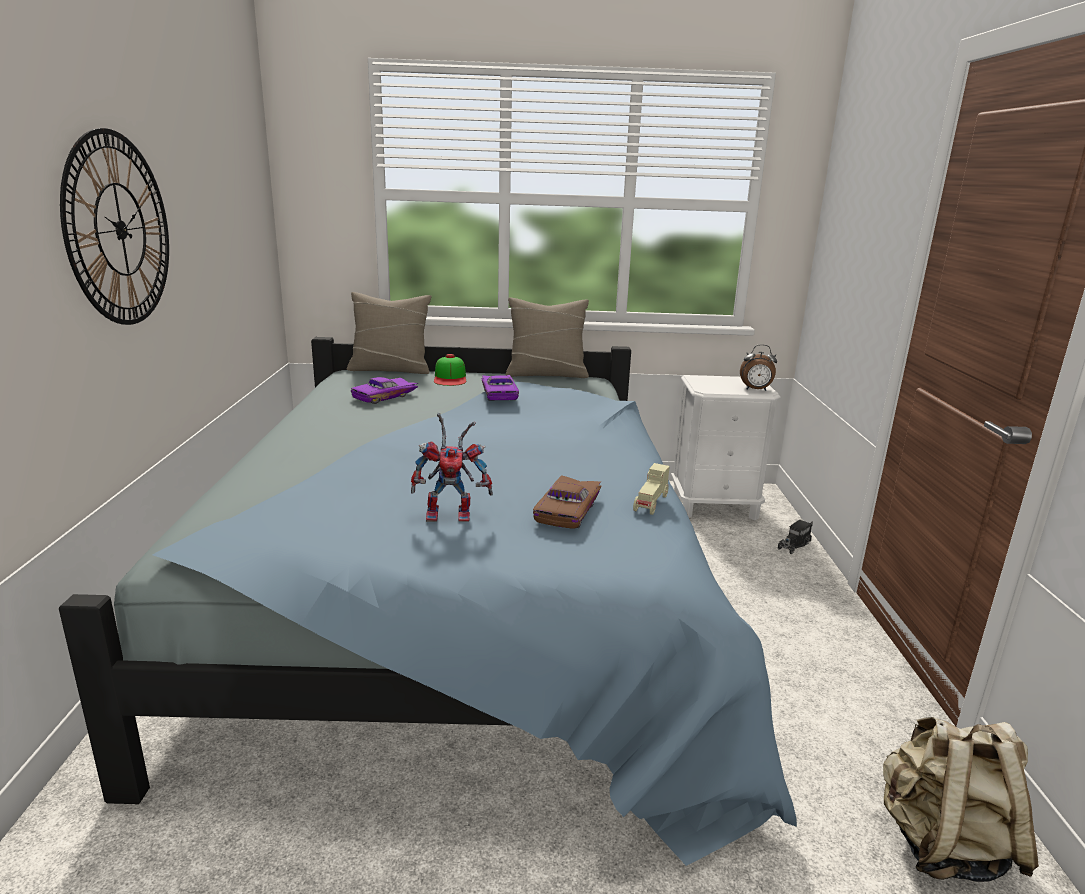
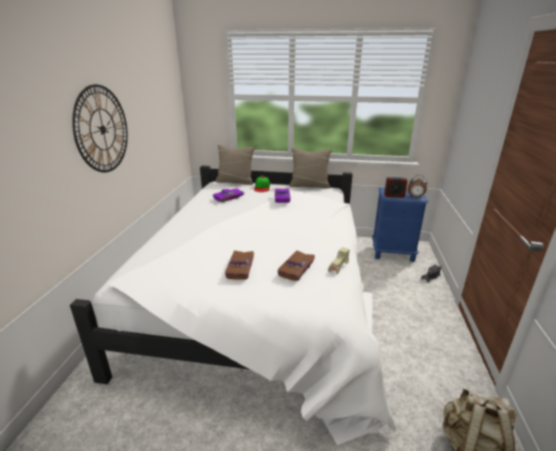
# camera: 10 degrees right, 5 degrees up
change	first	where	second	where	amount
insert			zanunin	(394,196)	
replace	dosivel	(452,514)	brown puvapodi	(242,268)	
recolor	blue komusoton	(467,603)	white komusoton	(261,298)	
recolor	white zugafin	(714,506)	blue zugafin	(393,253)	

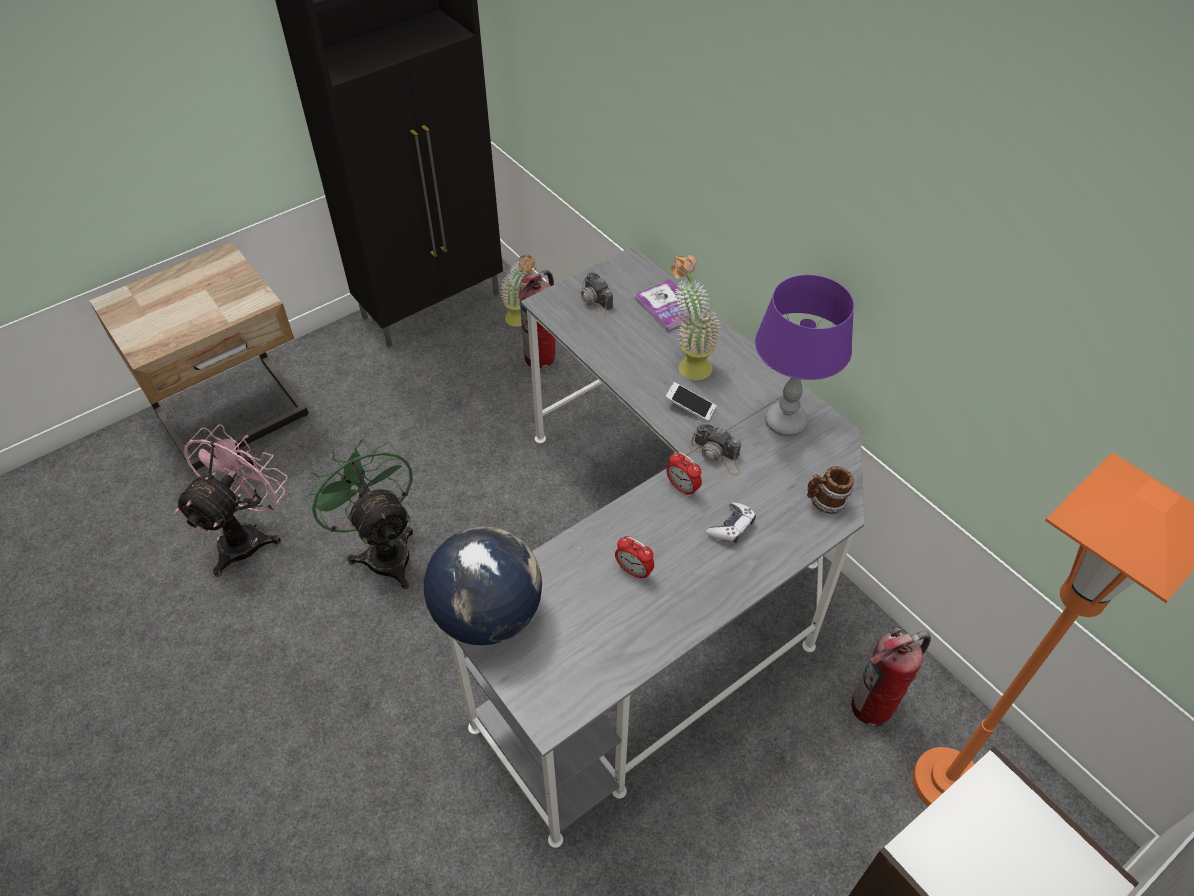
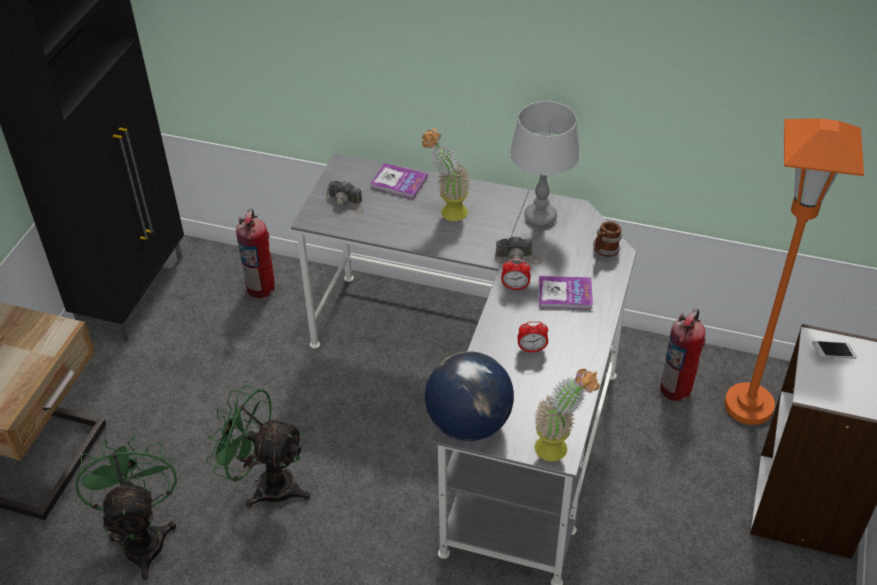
# camera: 35 degrees left, 5 degrees down
change	first	where	second	where	amount
move	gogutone	(522,321)		(560,448)	
move	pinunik	(690,407)		(832,354)	
replace	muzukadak	(731,527)	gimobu	(565,294)	
recolor	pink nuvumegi	(248,535)	green nuvumegi	(143,537)	
recolor	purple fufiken	(785,421)	grey fufiken	(540,217)	

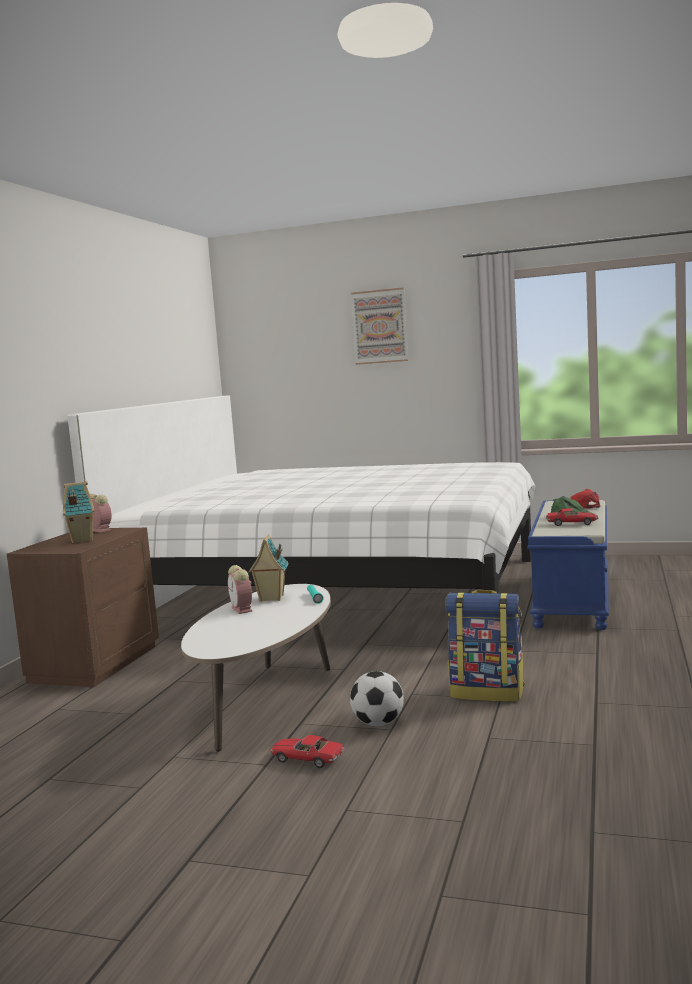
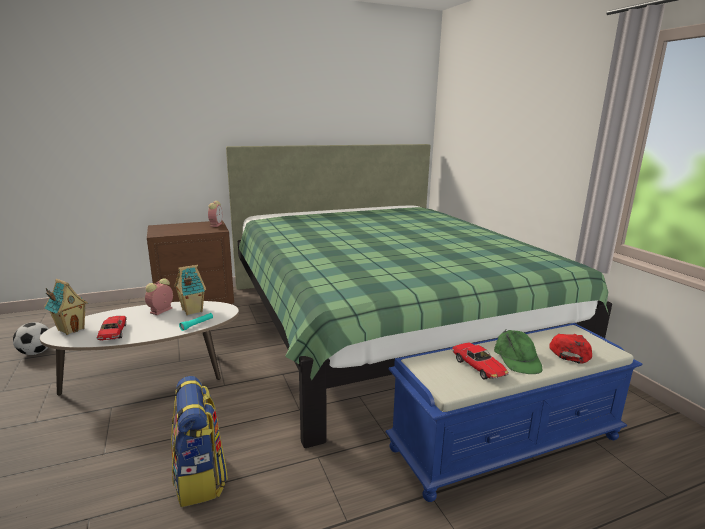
# camera: 50 degrees right, 10 degrees up
change	first	where	second	where	amount
delete	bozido	(380,326)			
move	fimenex	(81,540)		(71,329)	
move	puvapodi	(306,759)		(113,332)	
move	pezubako	(378,723)		(36,352)	
recolor	white komusoton	(338,594)	green komusoton	(383,323)	

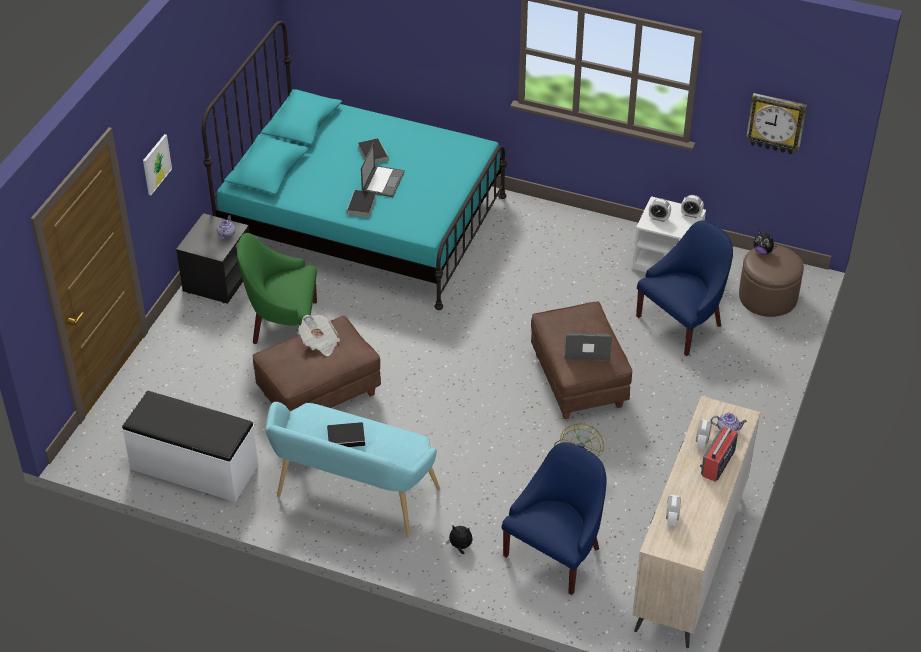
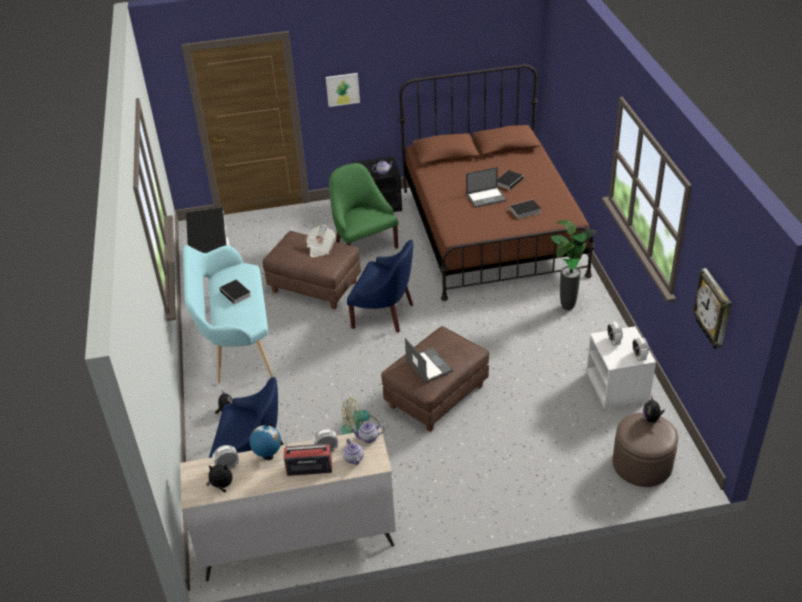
# camera: 60 degrees right, 5 degrees down
change	first	where	second	where	amount
insert			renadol	(222,486)	
insert			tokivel	(268,456)	
insert			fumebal	(368,438)	
insert			gogutone	(567,308)	
move	gimobu	(361,206)		(524,211)	
move	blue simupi	(682,322)		(385,314)	
recolor	turquoise komusoton	(362,222)	brown komusoton	(491,231)	

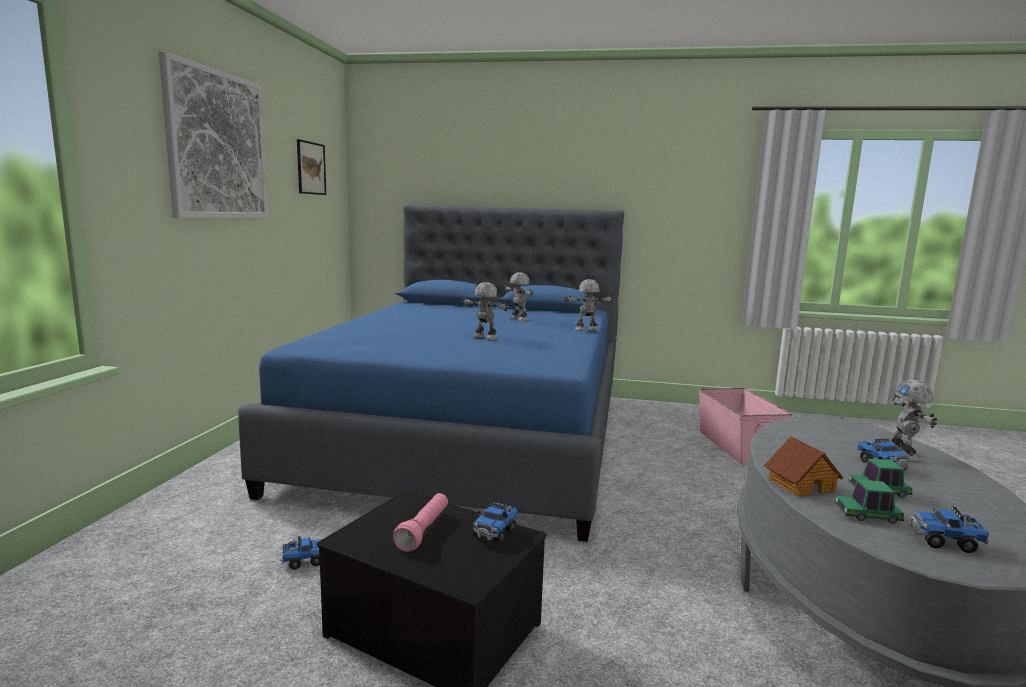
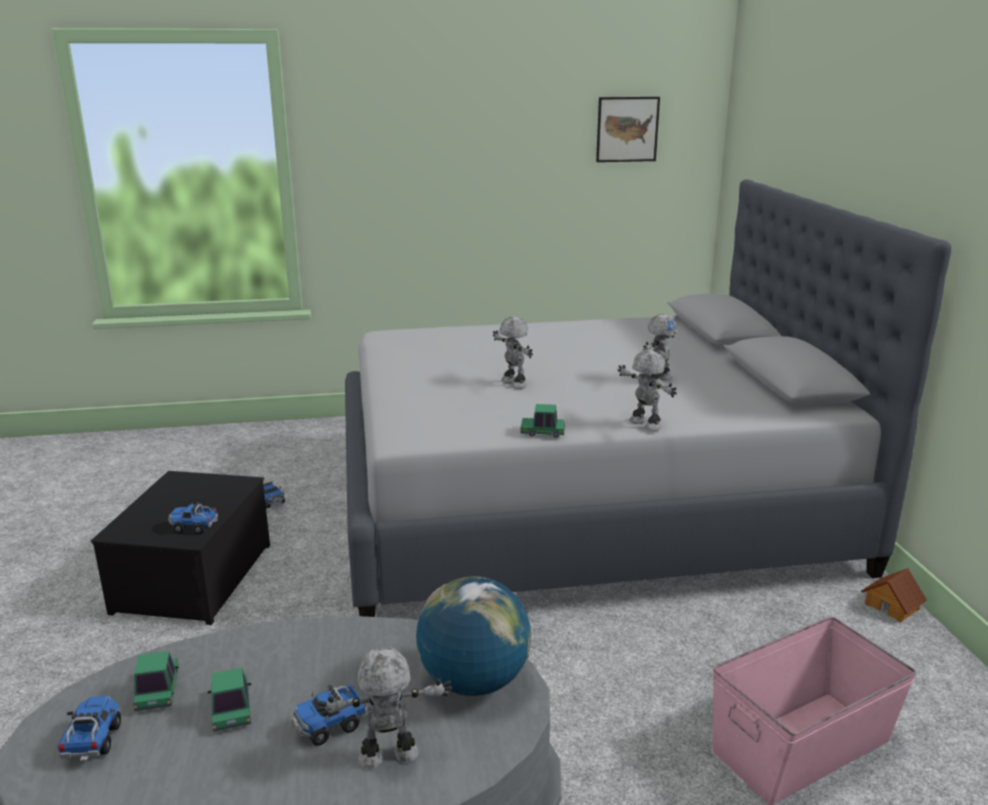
# camera: 70 degrees right, 10 degrees up
change	first	where	second	where	amount
delete	bozido	(217,145)			
delete	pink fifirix	(423,531)			
insert			tokivel	(474,682)	
insert			puvapodi	(542,432)	
move	fimenex	(800,485)		(892,606)	
recolor	blue komusoton	(471,436)	grey komusoton	(583,505)	
rotate	dosivel	(484,338)		(513,384)	45 degrees counterclockwise

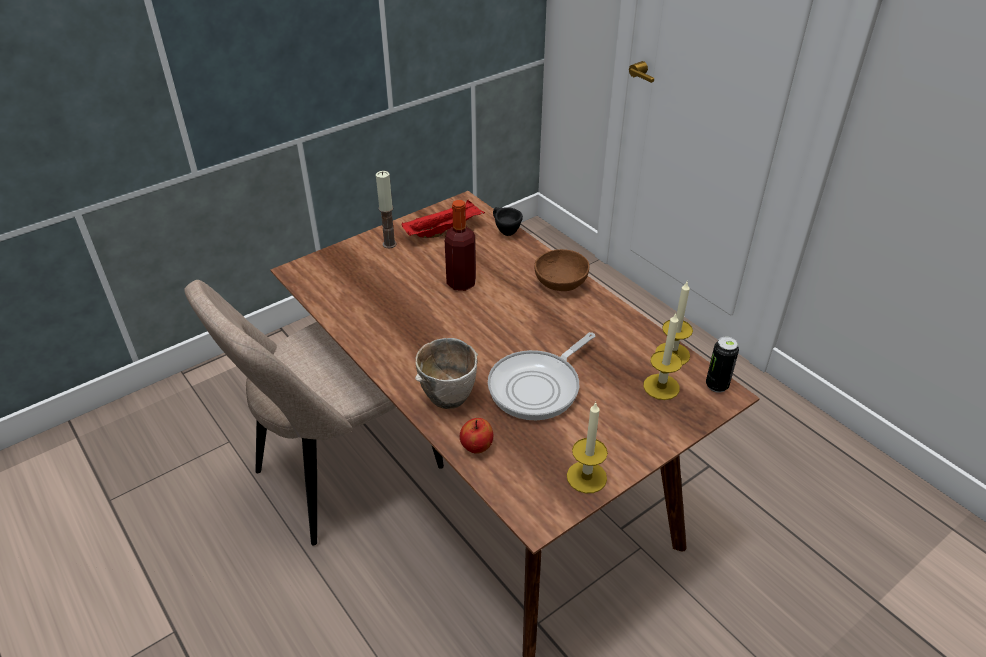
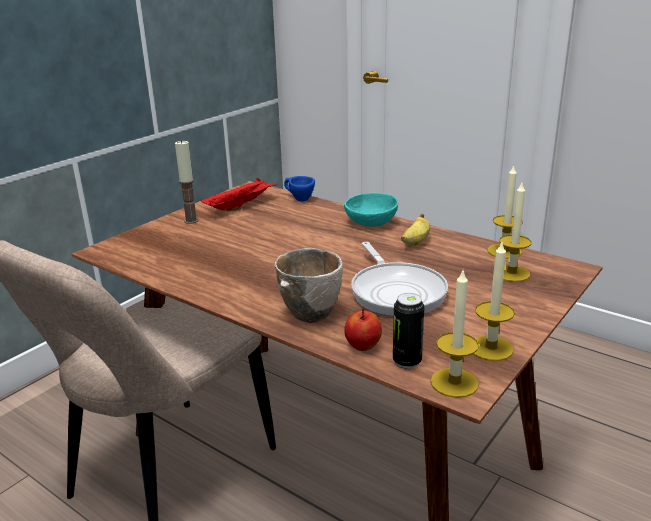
# camera: 15 degrees left, 15 degrees down
change	first	where	second	where	amount
delete	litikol	(461,283)			
insert			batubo	(415,243)	
insert			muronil	(454,382)	
move	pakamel	(716,385)		(407,361)	
recolor	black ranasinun	(505,231)	blue ranasinun	(298,199)	
recolor	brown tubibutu	(560,284)	turquoise tubibutu	(370,223)	
rotate	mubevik	(538,387)		(396,292)	45 degrees counterclockwise

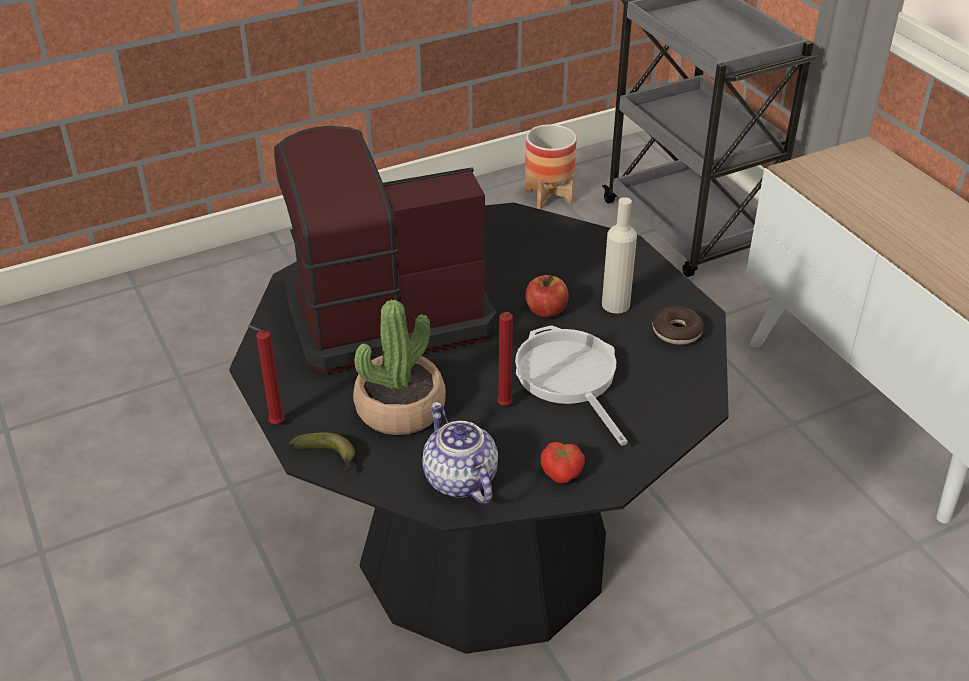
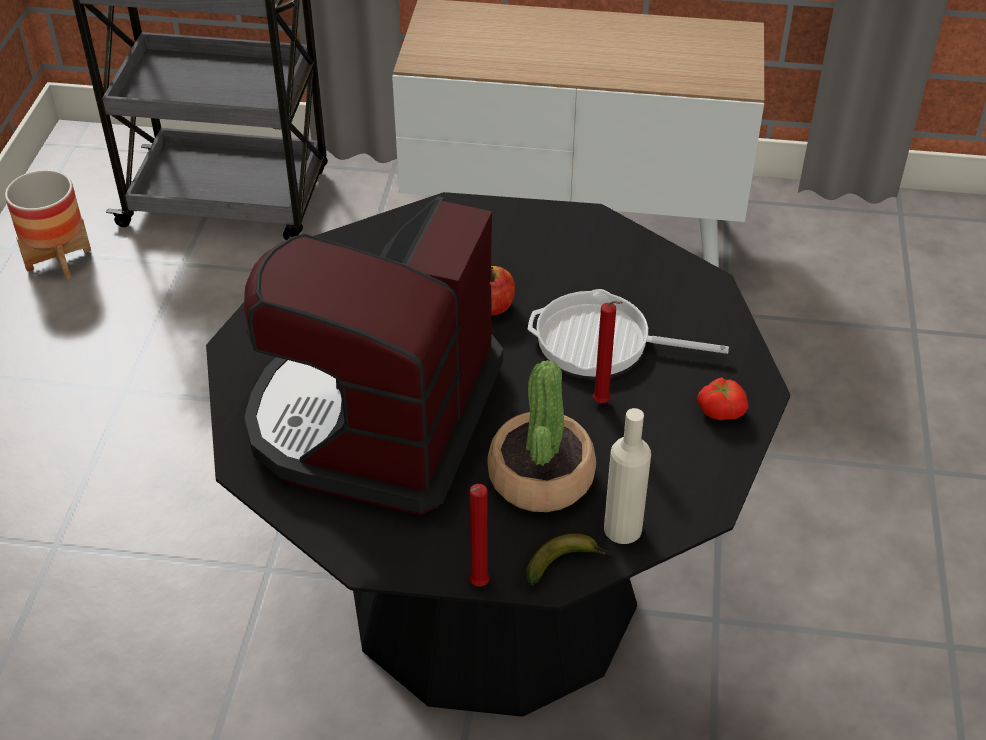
# camera: 55 degrees left, 5 degrees up
change	first	where	second	where	amount
delete	fumebal	(460,480)			
delete	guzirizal	(676,332)			
move	beige litikol	(615,304)		(622,528)	

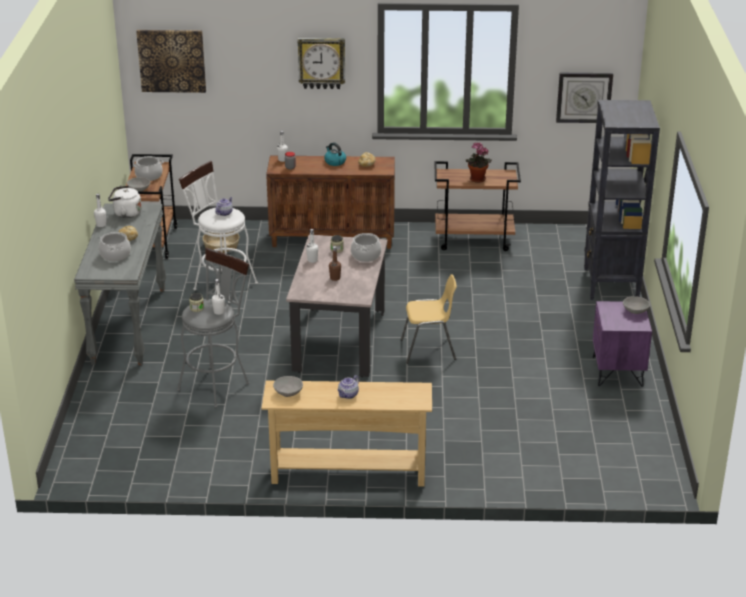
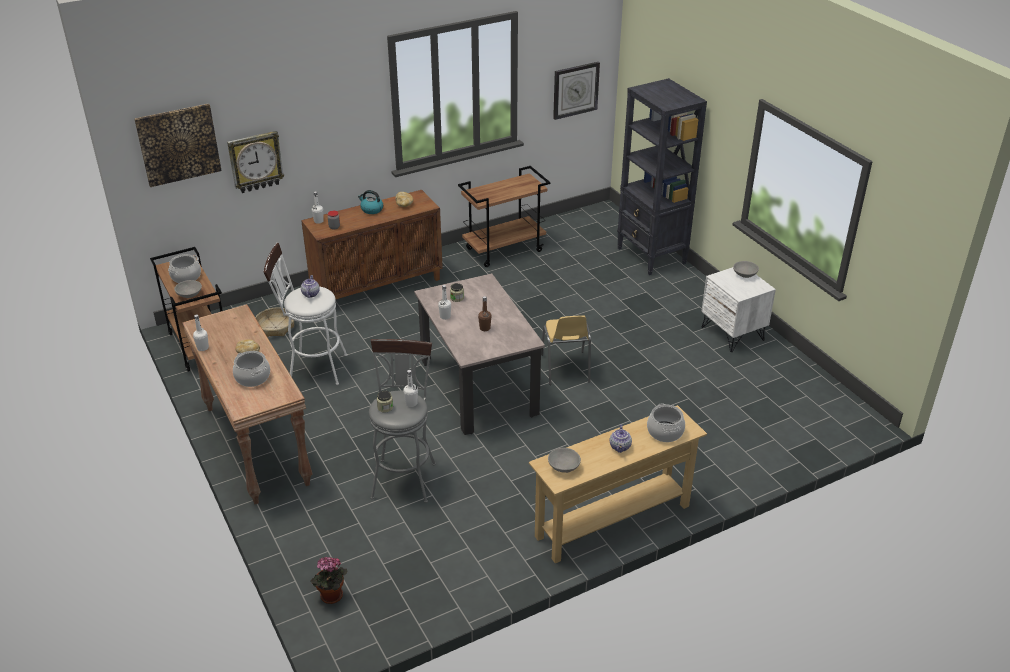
# camera: 30 degrees left, 5 degrees up
change	first	where	second	where	amount
delete	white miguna	(125,213)			
move	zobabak	(321,62)		(255,161)	
move	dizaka	(365,255)		(664,432)	
move	gogutone	(476,180)		(331,597)	
recolor	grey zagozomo	(128,325)	brown zagozomo	(255,445)	
recolor	purple zugafin	(618,372)	white zugafin	(733,333)	
rotate	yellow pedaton	(428,350)		(565,368)	120 degrees clockwise

